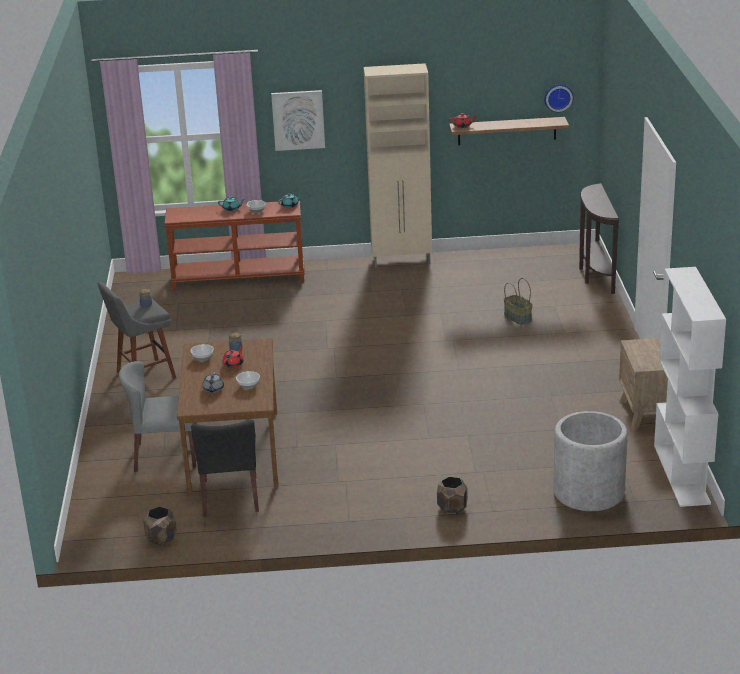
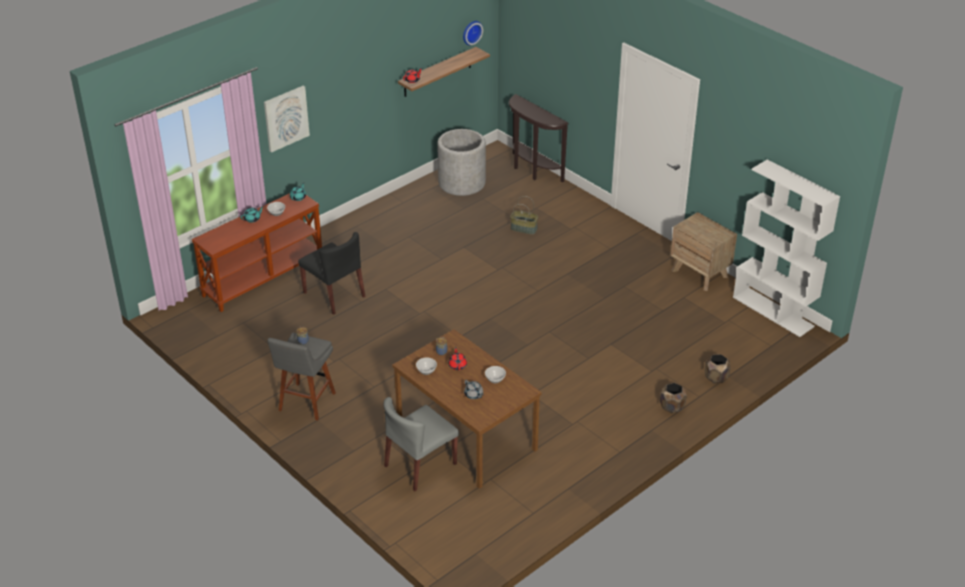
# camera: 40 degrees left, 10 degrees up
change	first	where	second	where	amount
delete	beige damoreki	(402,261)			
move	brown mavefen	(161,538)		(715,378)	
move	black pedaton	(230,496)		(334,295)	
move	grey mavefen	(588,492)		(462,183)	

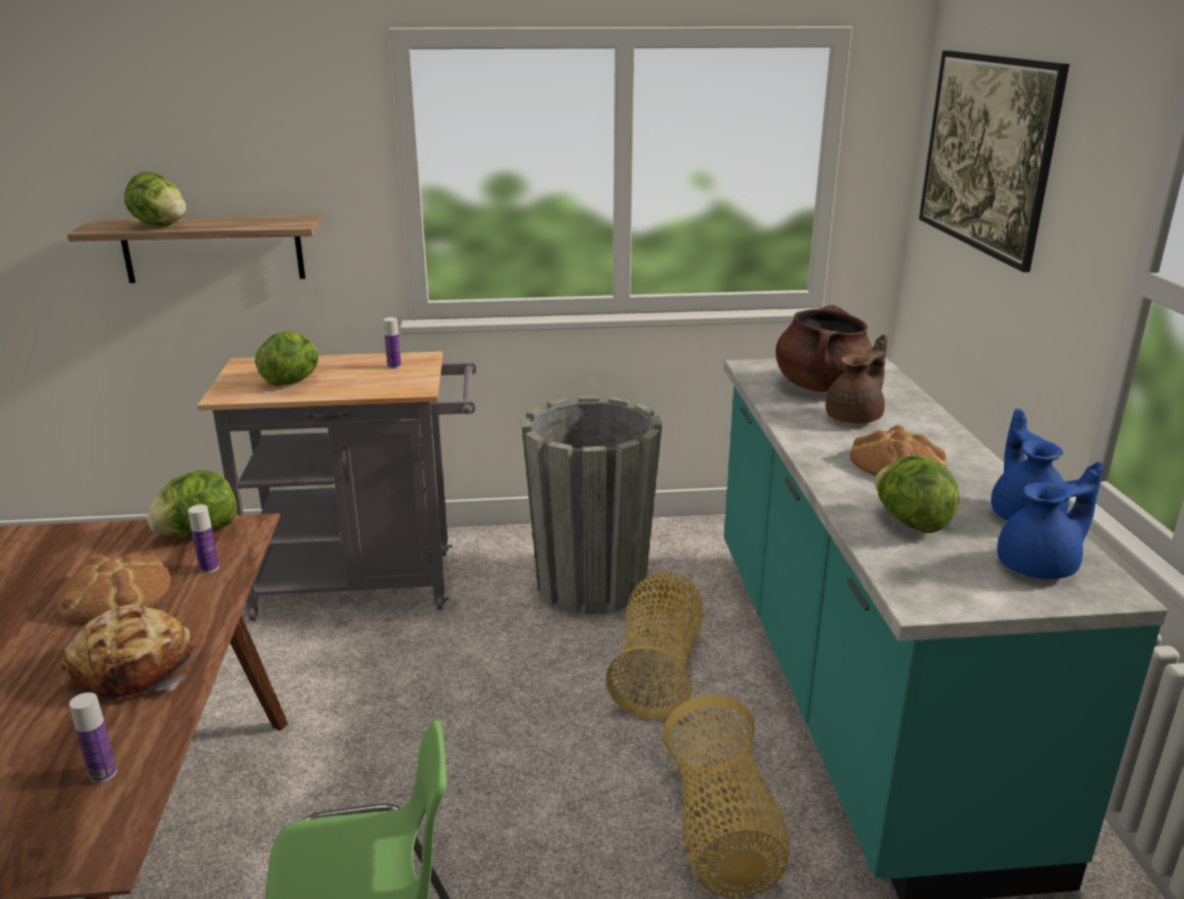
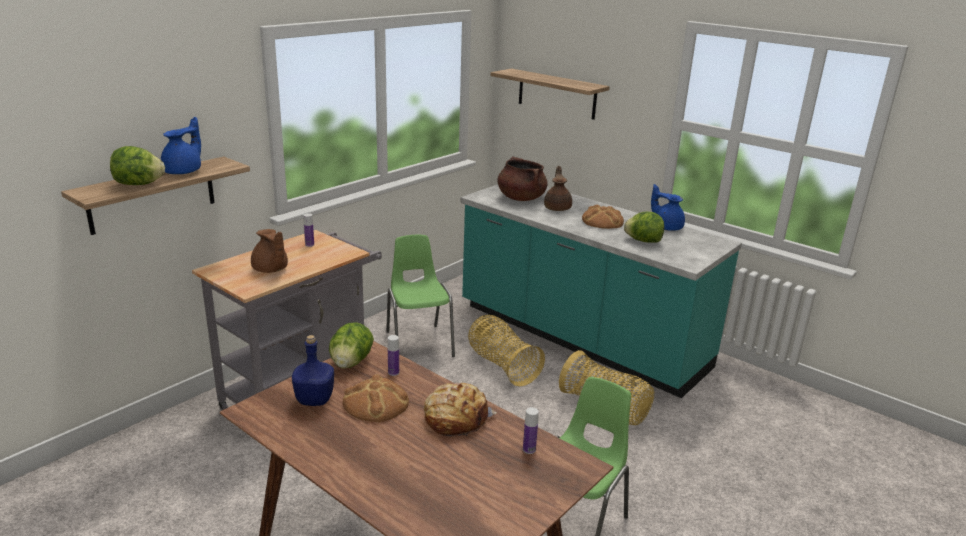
# camera: 45 degrees left, 0 degrees up
change	first	where	second	where	amount
insert			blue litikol	(315,399)	
move	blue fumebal	(1040,566)		(184,171)	
replace	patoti	(292,381)	brown fumebal	(270,270)	
replace	grey mavefen	(591,583)	green pedaton	(419,343)	
replace	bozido	(978,199)	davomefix	(557,94)	

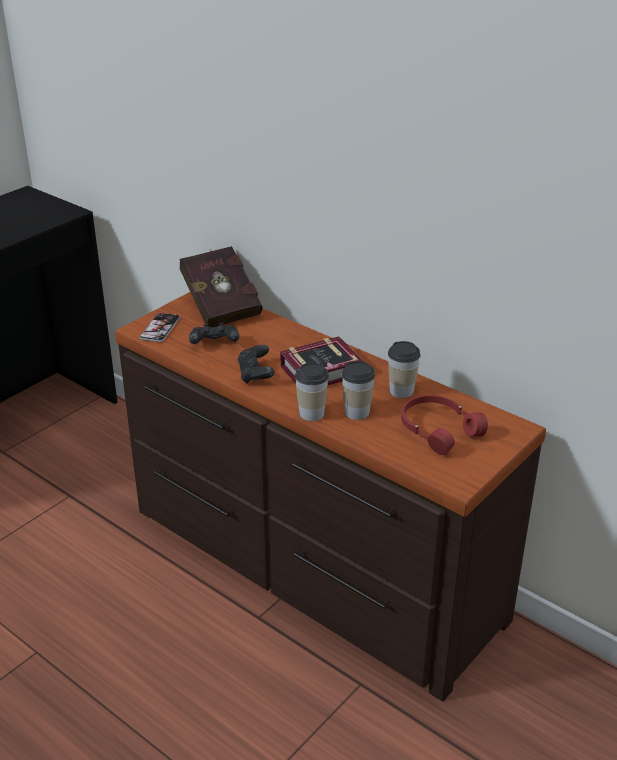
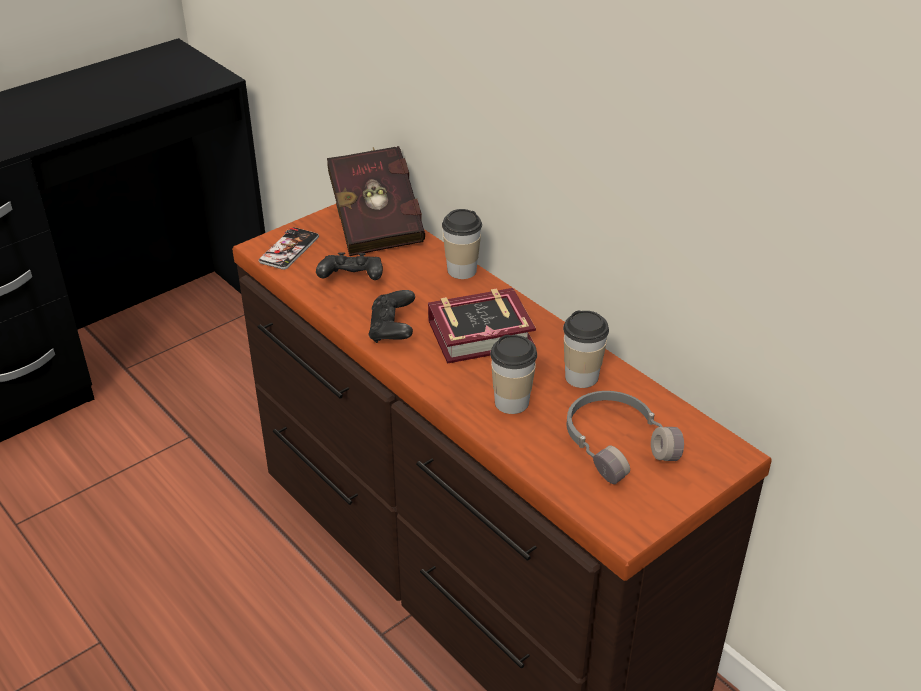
# camera: 10 degrees right, 5 degrees up
change	first	where	second	where	amount
move	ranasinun	(311,413)		(461,270)	
recolor	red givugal	(438,430)	grey givugal	(617,443)	

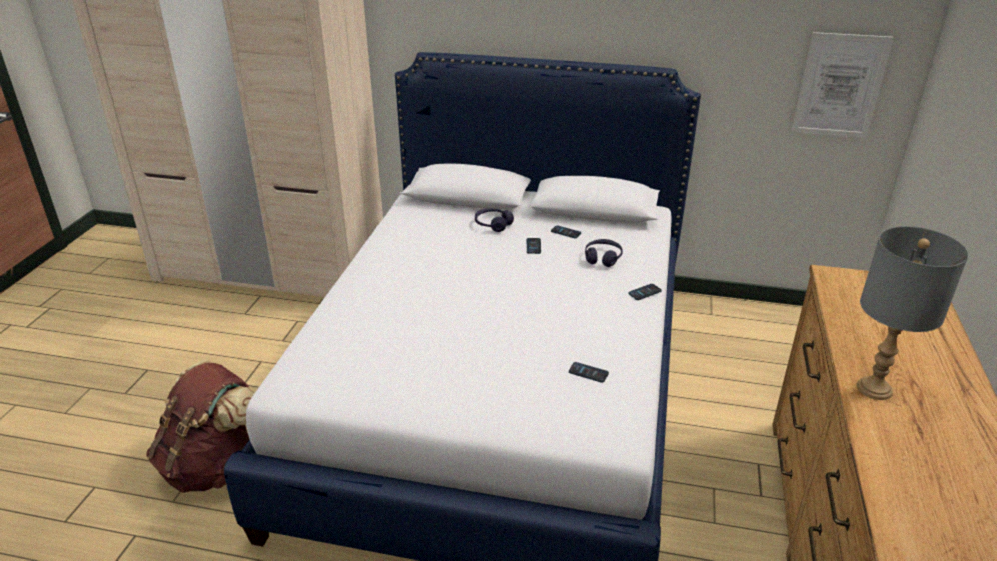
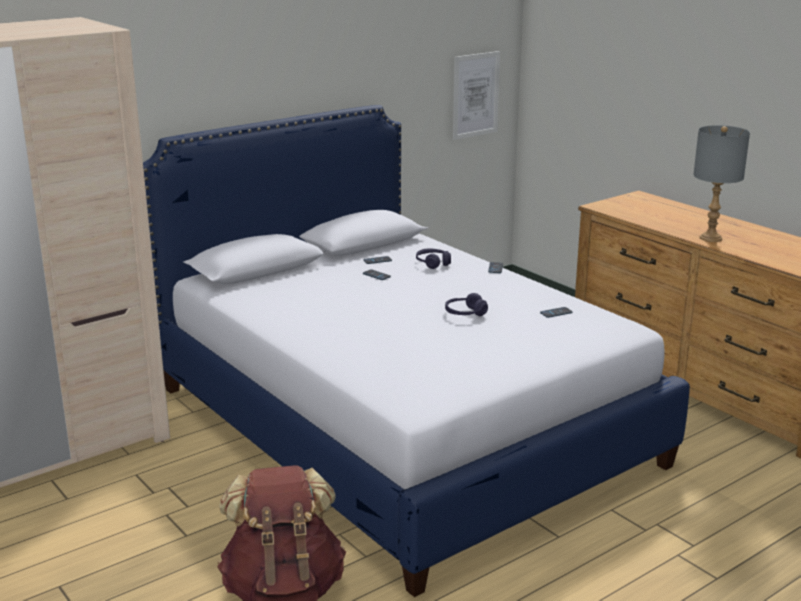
# camera: 50 degrees left, 10 degrees down
change	first	where	second	where	amount
move	purple givugal	(493,224)		(465,313)	

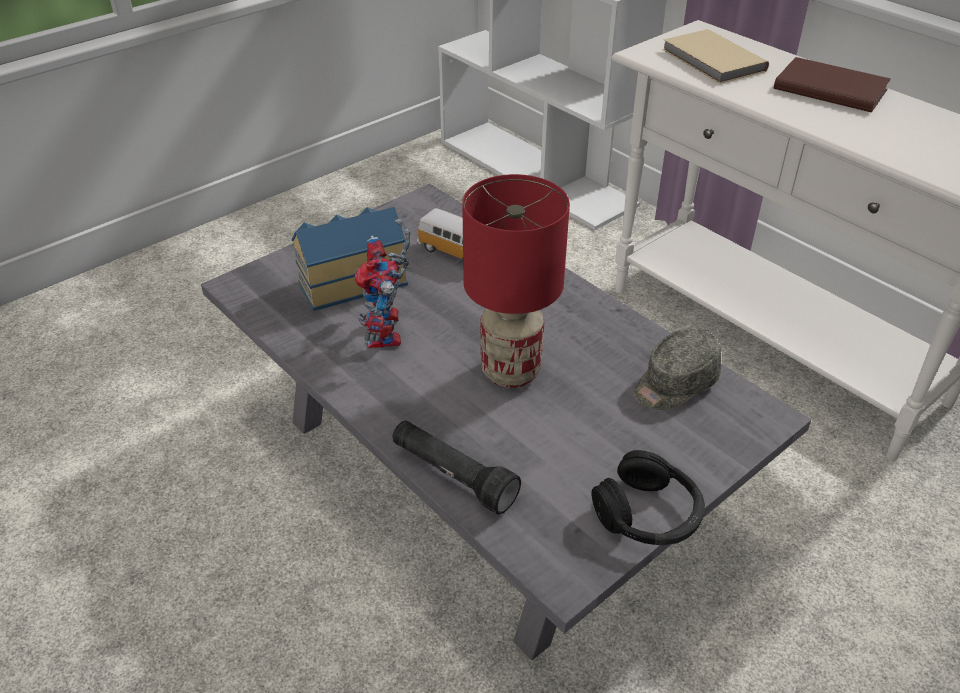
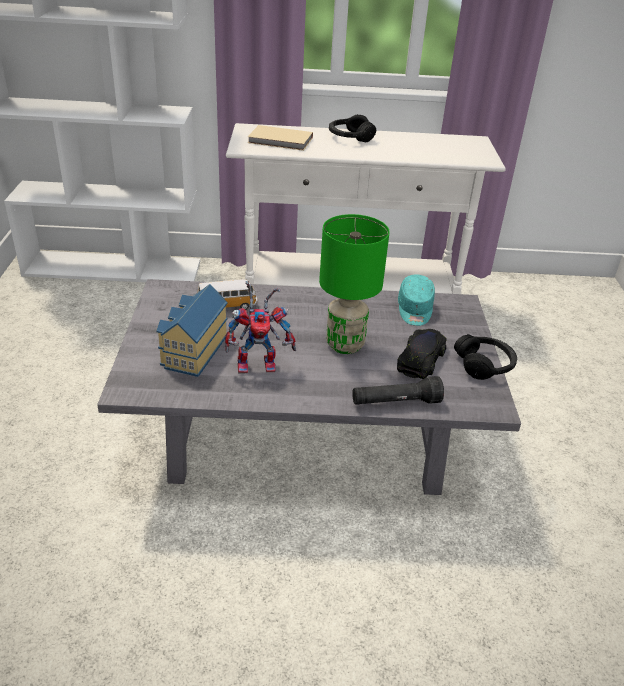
# camera: 50 degrees left, 5 degrees down
change	first	where	second	where	amount
insert			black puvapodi	(421,358)	
replace	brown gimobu	(829,88)	black givugal	(350,137)	
recolor	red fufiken	(511,371)	green fufiken	(344,344)	
recolor	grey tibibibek	(674,384)	turquoise tibibibek	(414,310)	
rotate	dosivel	(388,334)		(259,363)	45 degrees counterclockwise

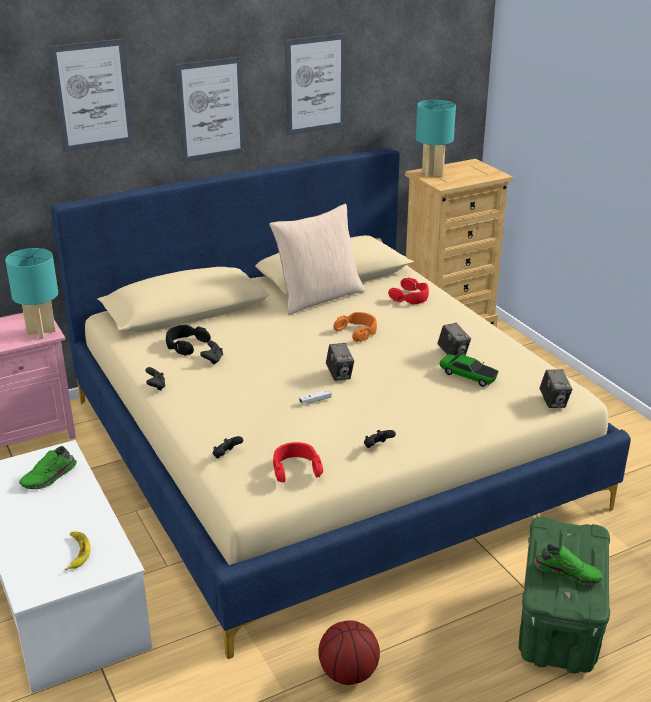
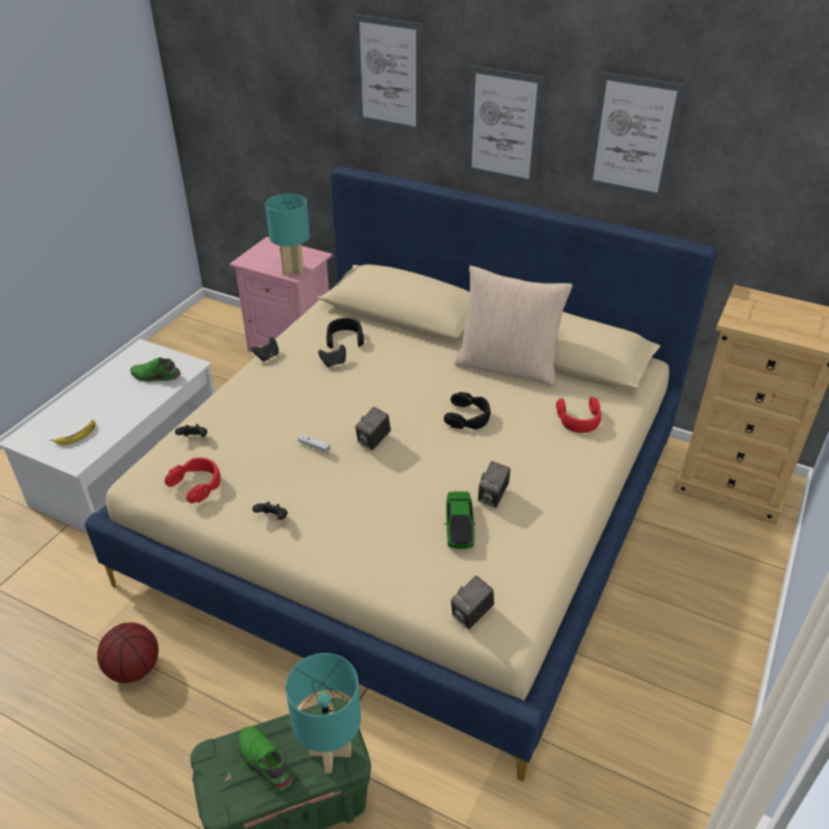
# camera: 55 degrees right, 10 degrees up
change	first	where	second	where	amount
move	turquoise fufiken	(432,174)		(329,753)	
recolor	orange givugal	(357,331)	black givugal	(468,417)	
rotate	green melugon	(568,572)		(263,763)	150 degrees clockwise

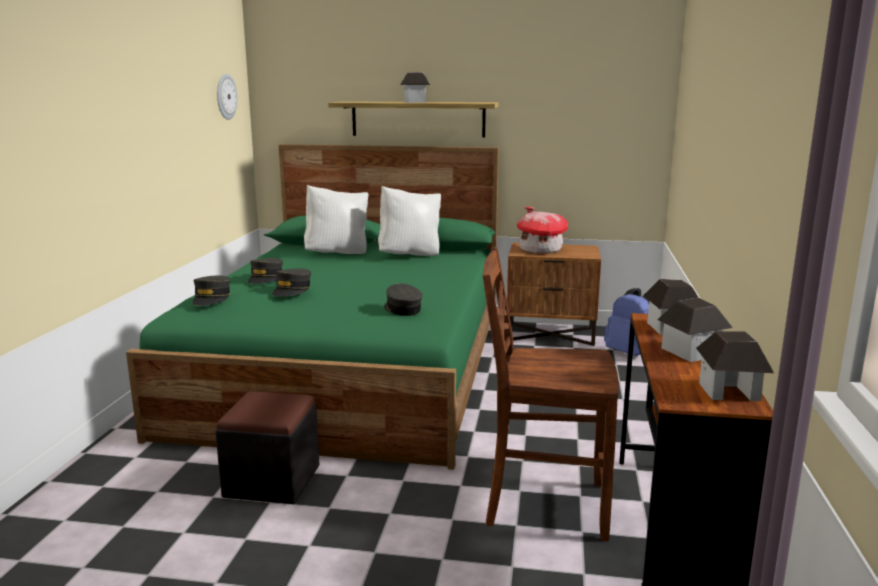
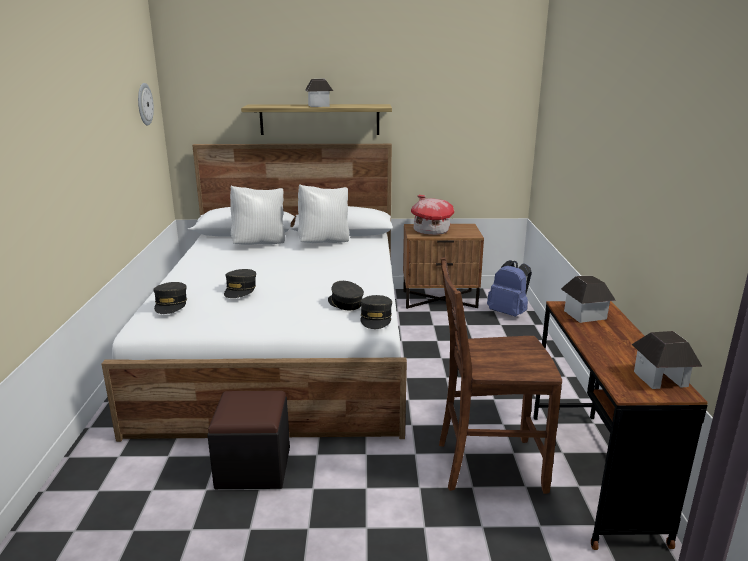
# camera: 10 degrees left, 5 degrees up
change	first	where	second	where	amount
delete	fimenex	(691,352)			
move	grey tibibibek	(265,278)		(376,318)	
recolor	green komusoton	(353,370)	white komusoton	(286,347)	

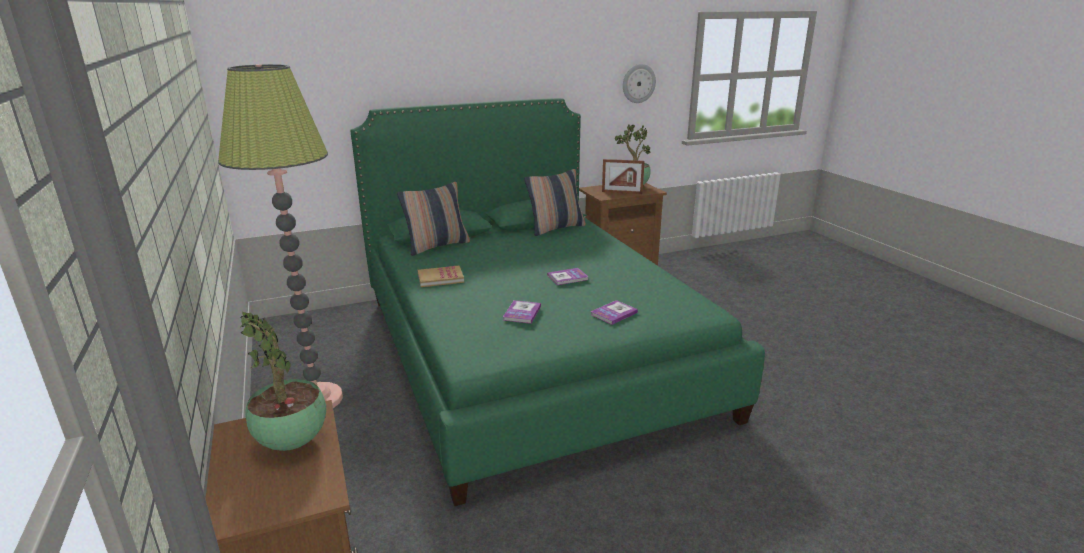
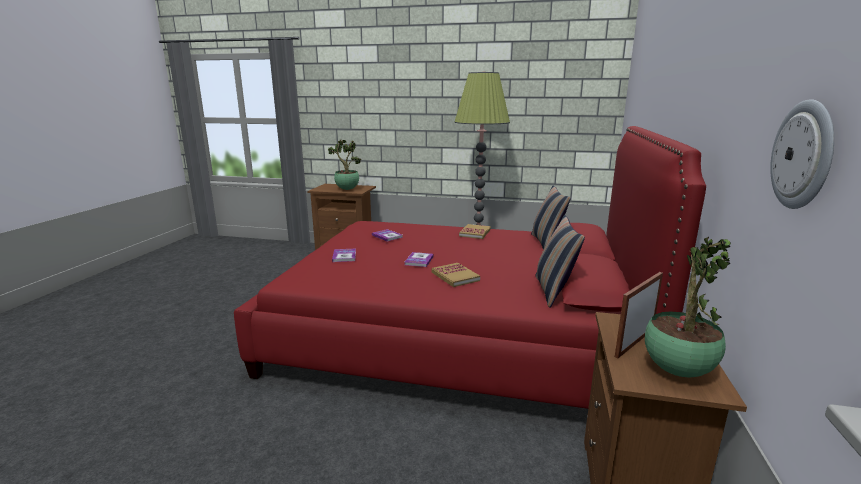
# camera: 125 degrees right, 5 degrees down
change	first	where	second	where	amount
insert			gimobu	(455,276)	
recolor	green komusoton	(529,352)	red komusoton	(457,334)	

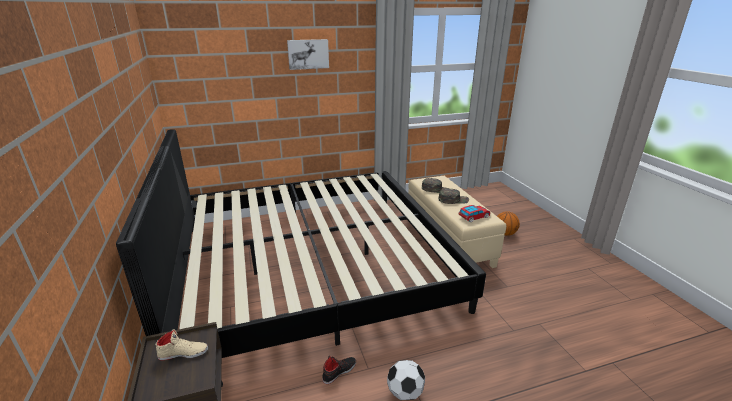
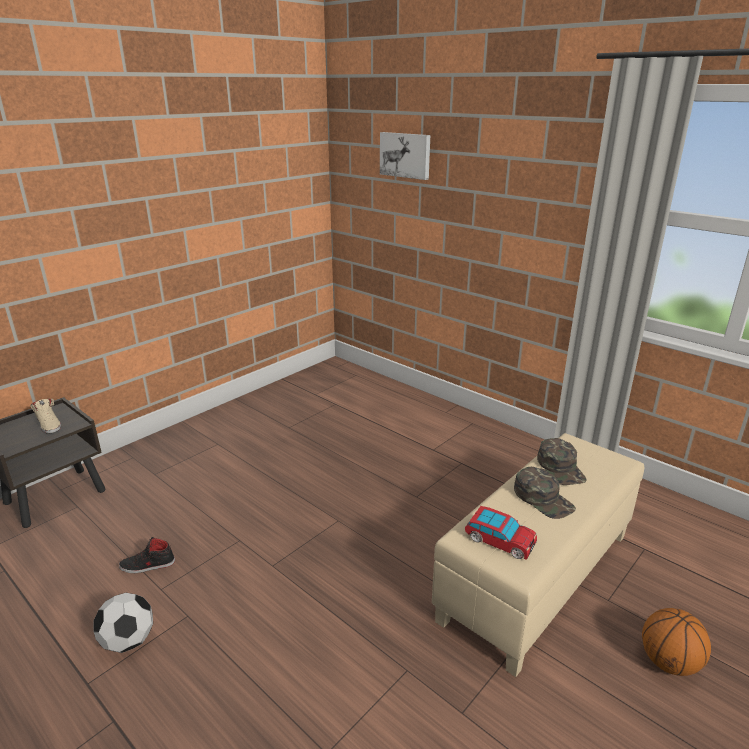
# camera: 60 degrees right, 0 degrees up
change	first	where	second	where	amount
delete	komusoton	(310,265)			
move	bozido	(308,54)		(405,155)	
rotate	black melugon	(339,371)		(147,565)	150 degrees clockwise

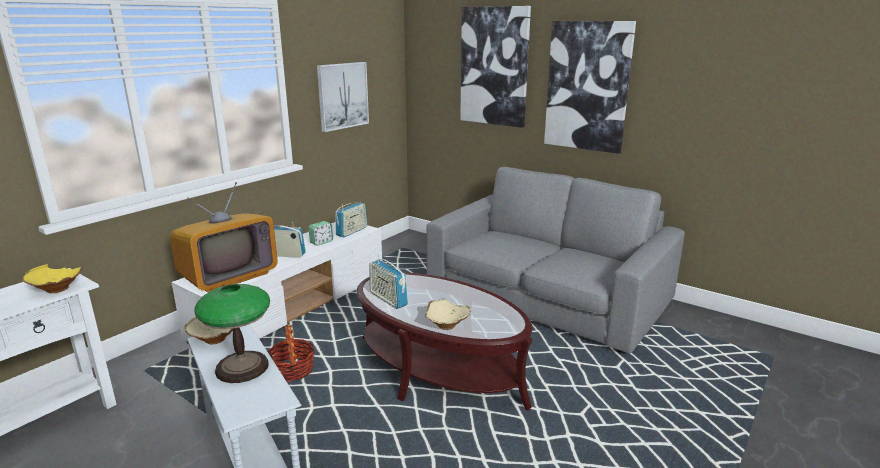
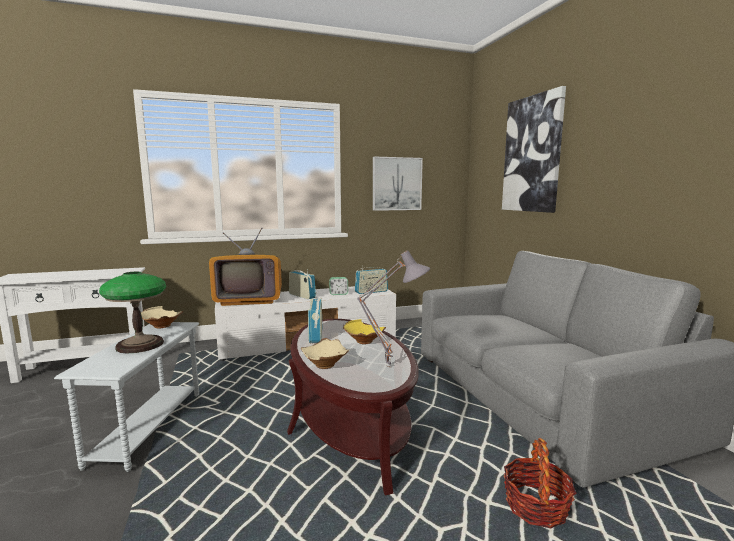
# camera: 35 degrees right, 10 degrees down
change	first	where	second	where	amount
delete	bozido	(587,86)			
insert			grey fufiken	(390,366)	
move	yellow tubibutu	(55,290)		(363,342)	
move	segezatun	(292,370)		(536,506)	

